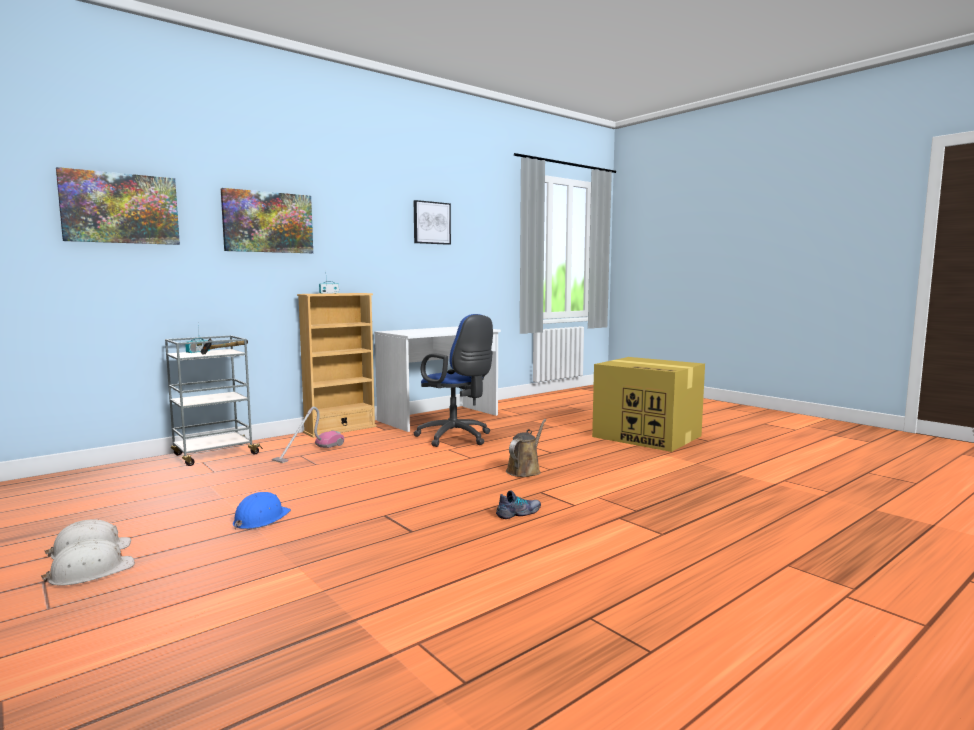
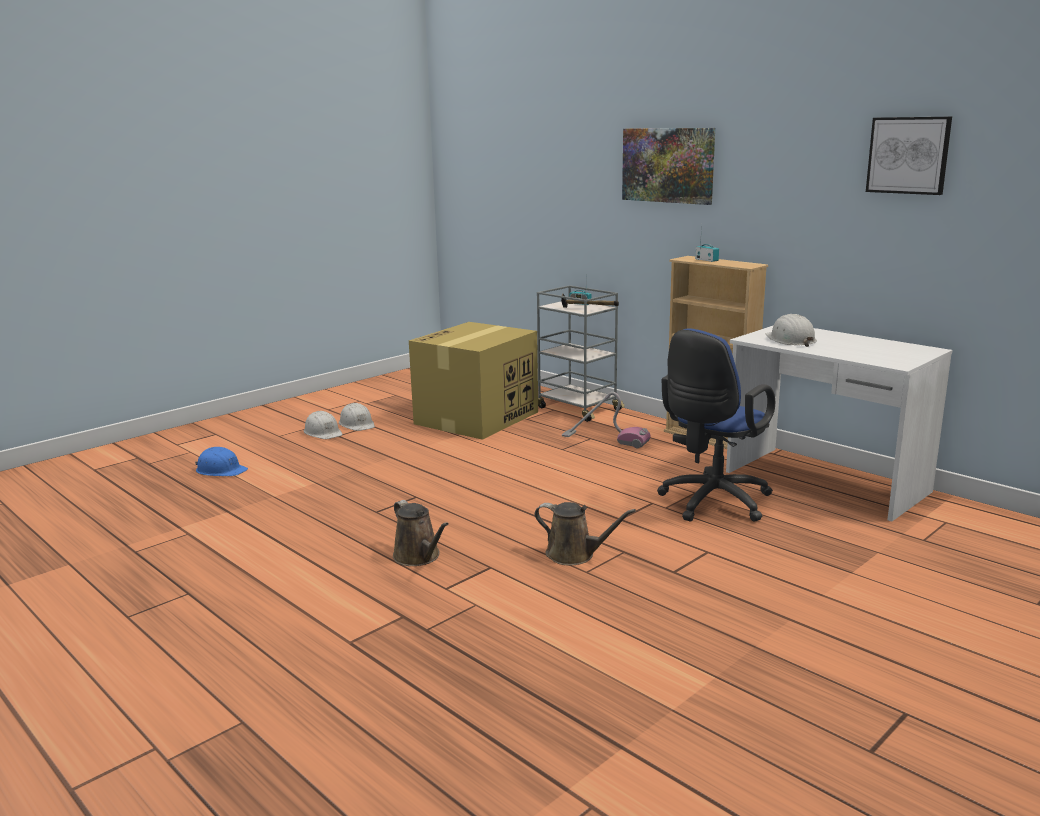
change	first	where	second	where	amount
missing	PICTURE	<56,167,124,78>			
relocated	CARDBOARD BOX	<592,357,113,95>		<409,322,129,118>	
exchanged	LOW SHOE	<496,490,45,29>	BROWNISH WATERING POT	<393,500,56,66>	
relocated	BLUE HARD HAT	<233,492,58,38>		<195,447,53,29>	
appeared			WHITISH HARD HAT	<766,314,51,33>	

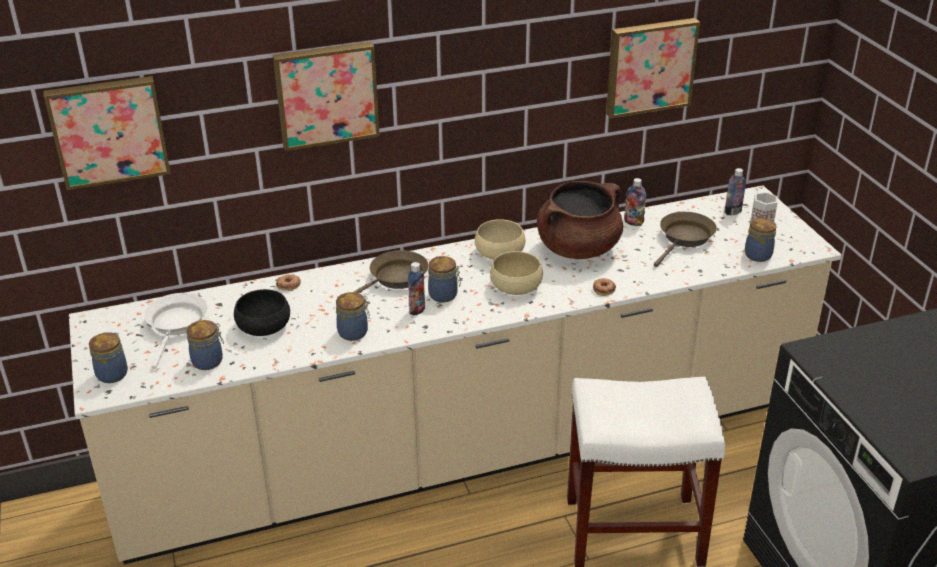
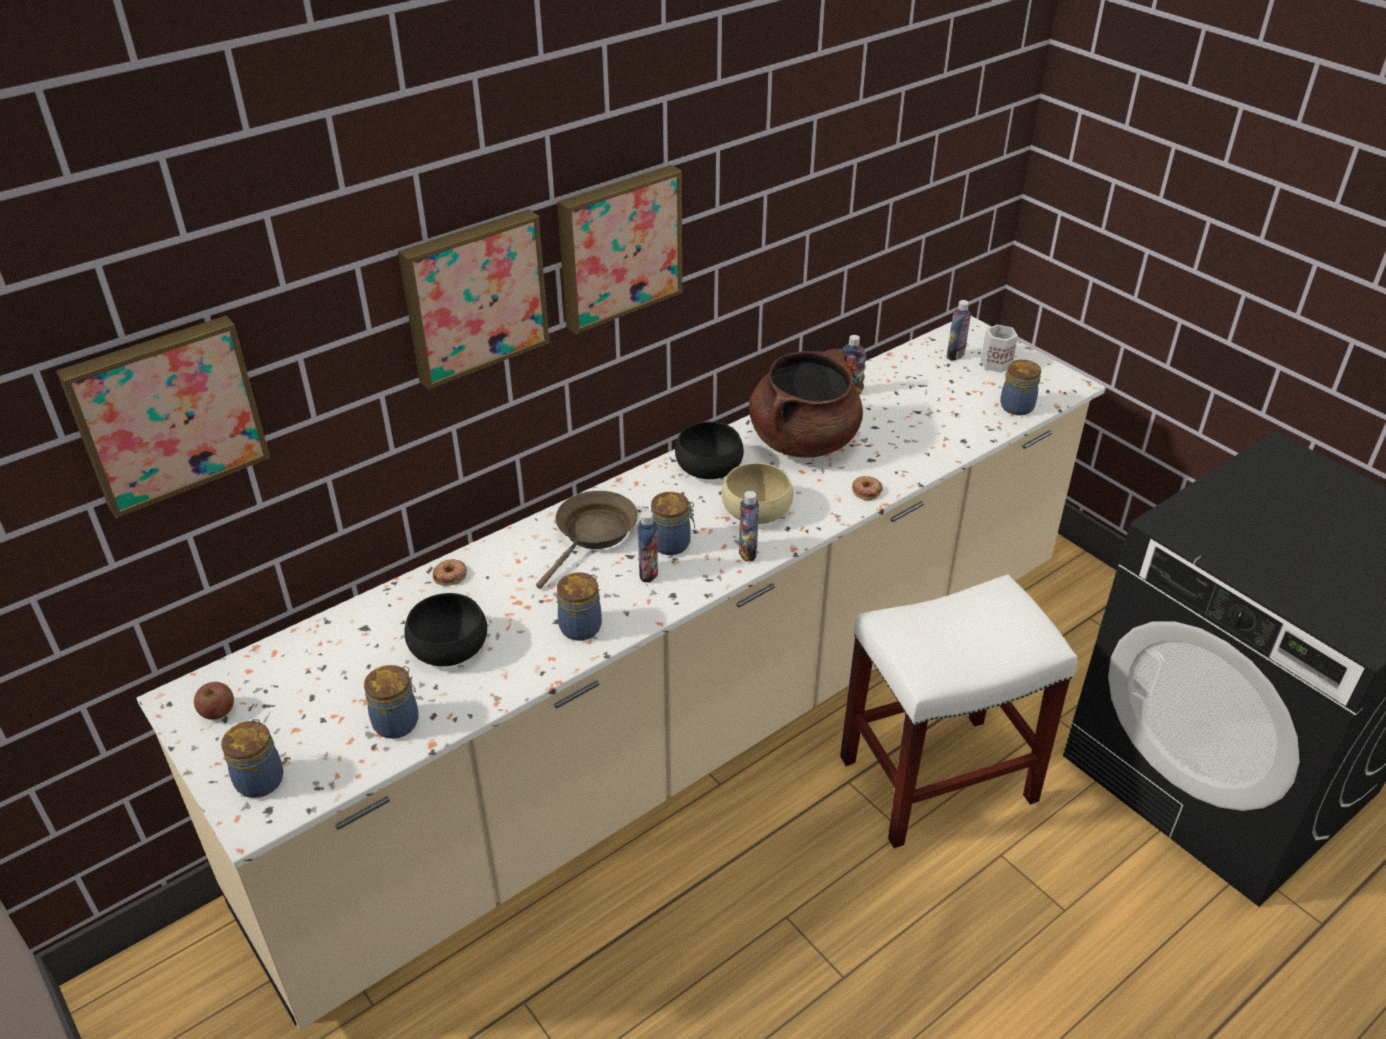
change	first	where	second	where	amount
relocated	PICTURE	<606,18,94,100>		<557,165,125,169>	
missing	BROWNISH FRYING PAN	<654,212,63,55>			
colour	BEIGE BOWL	<475,219,50,41>	BLACK-COLOURED BOWL	<675,422,69,57>	
missing	WHITISH FRYING PAN	<144,293,64,76>			
appeared			DRINK BOTTLE	<739,491,20,71>	
appeared			APPLE	<194,682,40,38>	

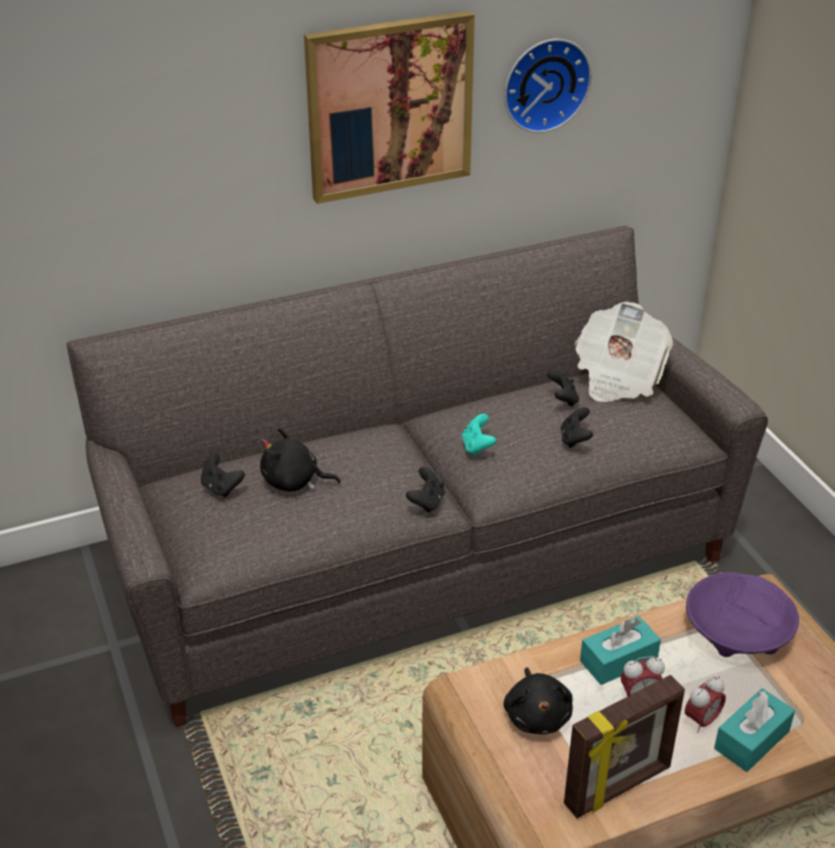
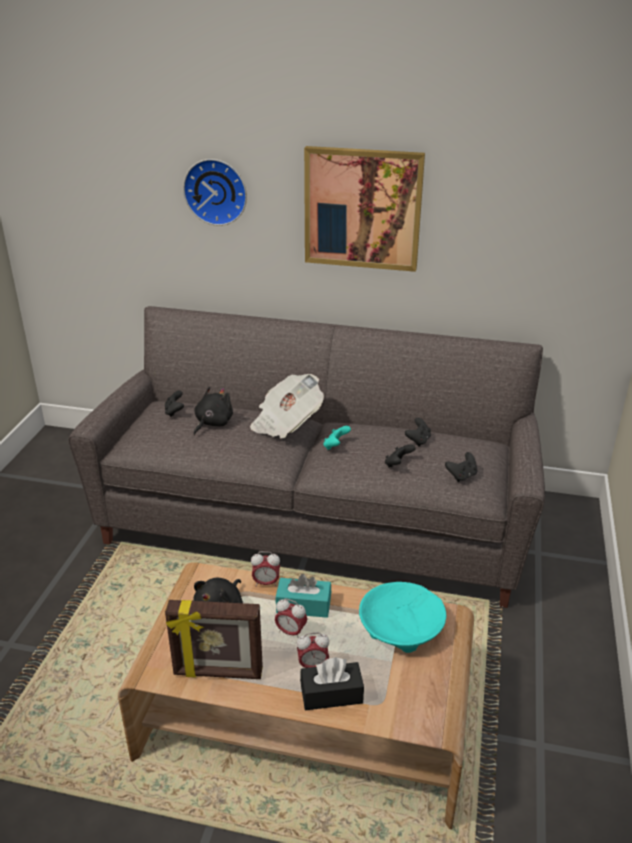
change	first	where	second	where	amount
relocated	HANGING CLOCK	<504,39,88,94>		<183,159,64,67>	
relocated	PRINTED PAPER	<575,302,98,100>		<250,374,74,64>	
spun	BLACK-COLOURED SOFT TOY	<260,428,80,64>		<193,386,40,49>	75 degrees clockwise
relocated	BLACK-COLOURED JOYPAD	<406,467,39,46>		<445,452,33,30>	
colour	PURPLE BOWL	<686,572,113,85>	TURQUOISE-COLOURED BOWL	<359,582,87,71>	
colour	TURQUOISE-COLOURED BOX OF TISSUES	<714,689,81,83>	BLACK-COLOURED BOX OF TISSUES	<300,657,64,53>	
appeared			ALARM CLOCK	<251,552,29,35>	

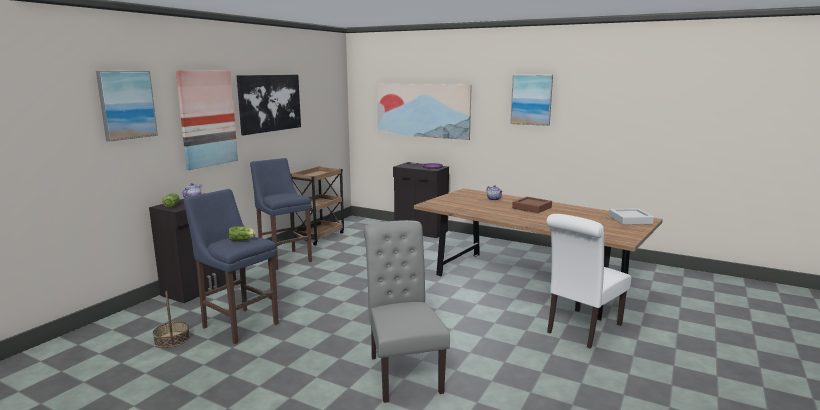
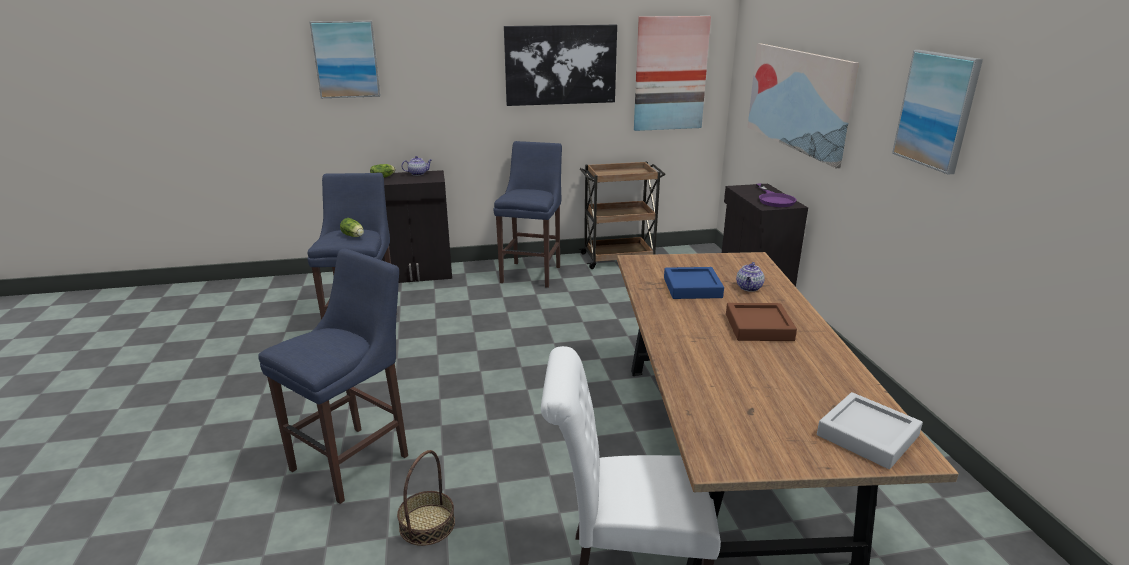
change	first	where	second	where	amount
relocated	PICTURE	<176,70,62,100>		<634,16,77,115>	
exchanged	GREYISH UPRIGHT CHAIR	<363,220,87,183>	BLUE STOOL SEAT	<258,249,150,255>	
relocated	STORAGE BASKET	<153,291,37,57>		<397,450,58,96>	
appeared			BLUE SERVING TRAY	<664,267,60,32>	

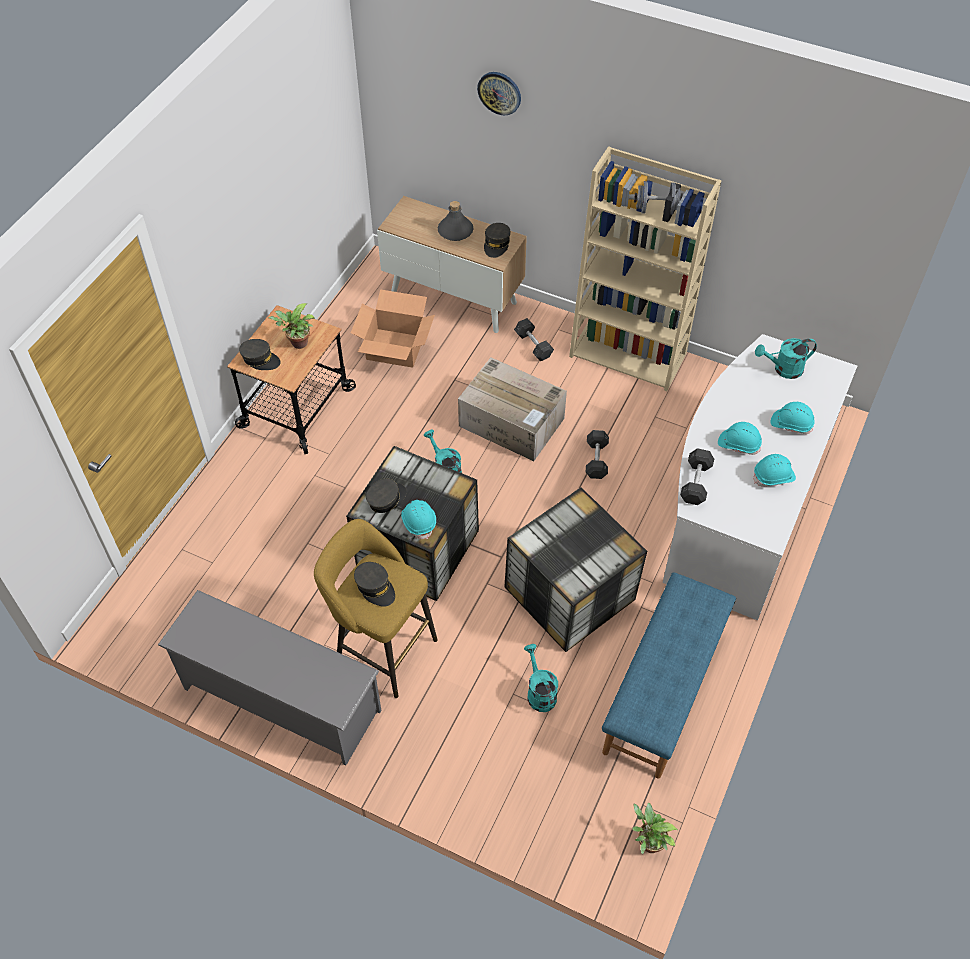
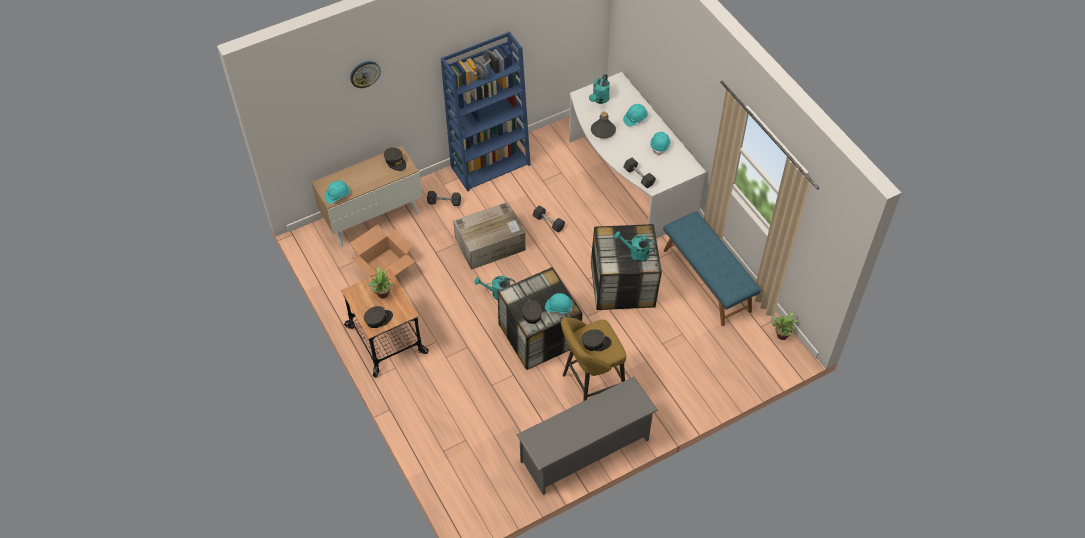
change	first	where	second	where	amount
colour	BEIGE BOOKSHELF	<569,146,153,245>	BLUE BOOKSHELF	<441,31,90,160>	
relocated	GREYISH DRINK BOTTLE	<438,201,36,40>		<591,112,25,27>	
relocated	TURQUOISE-COLOURED HARD HAT	<718,422,44,33>		<324,181,26,23>	
relocated	TURQUOISE-COLOURED WATERING POT	<524,644,34,68>		<614,231,42,31>	

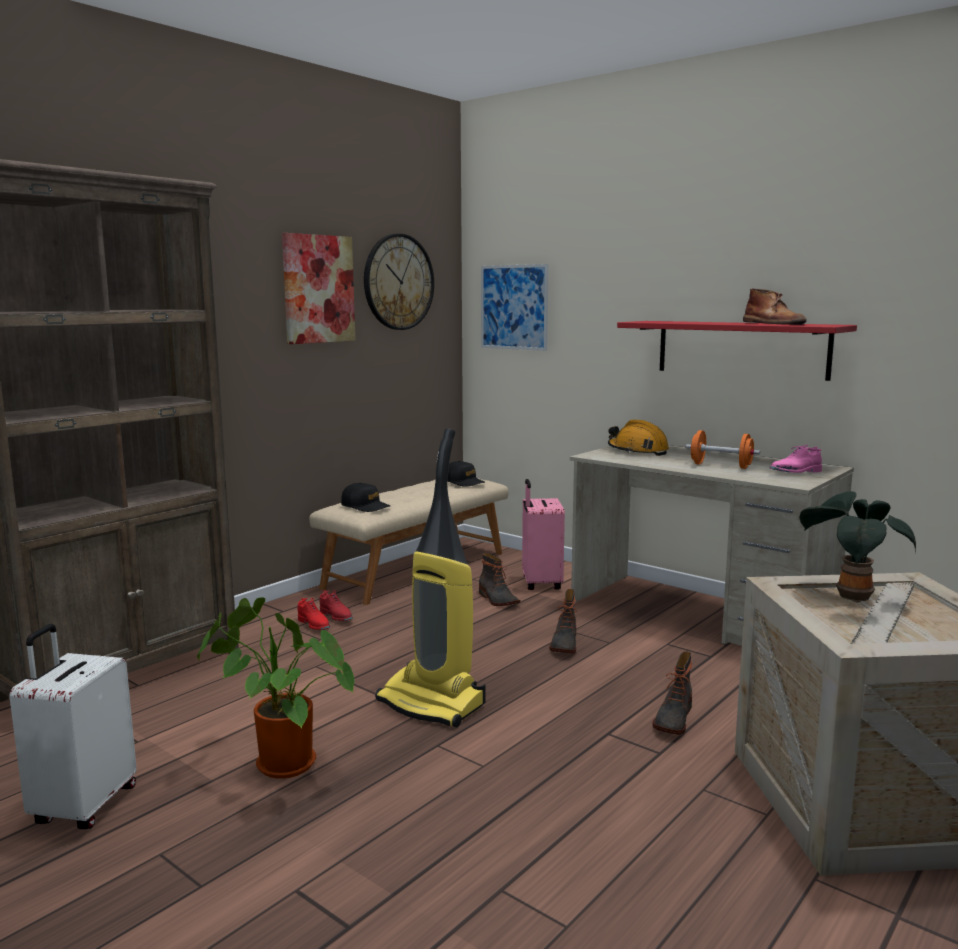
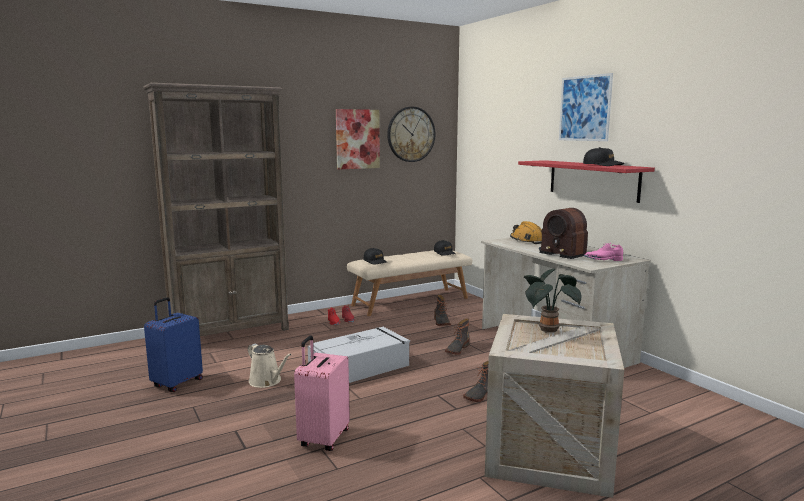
change	first	where	second	where	amount
relocated	PICTURE	<481,264,67,87>		<559,73,54,68>	
exchanged	BROWNISH HIGH-TOP BOOT	<743,288,64,37>	BLACK-COLOURED PEAKED CAP	<583,147,41,19>	
exchanged	VACUUM CLEANER	<375,428,111,300>	GREYISH STORAGE CONTAINER	<308,327,102,56>	
exchanged	ORANGE DUMBBELL	<685,430,75,39>	RADIO RECEIVER	<539,208,49,51>	
relocated	PINKISH SUITCASE	<522,479,43,111>		<294,336,56,115>	
exchanged	HOUSEPLANT	<197,597,157,182>	BEIGE WATERING POT	<248,344,44,44>	
colour	WHITISH SUITCASE	<9,624,128,205>	BLUE SUITCASE	<144,297,59,95>	

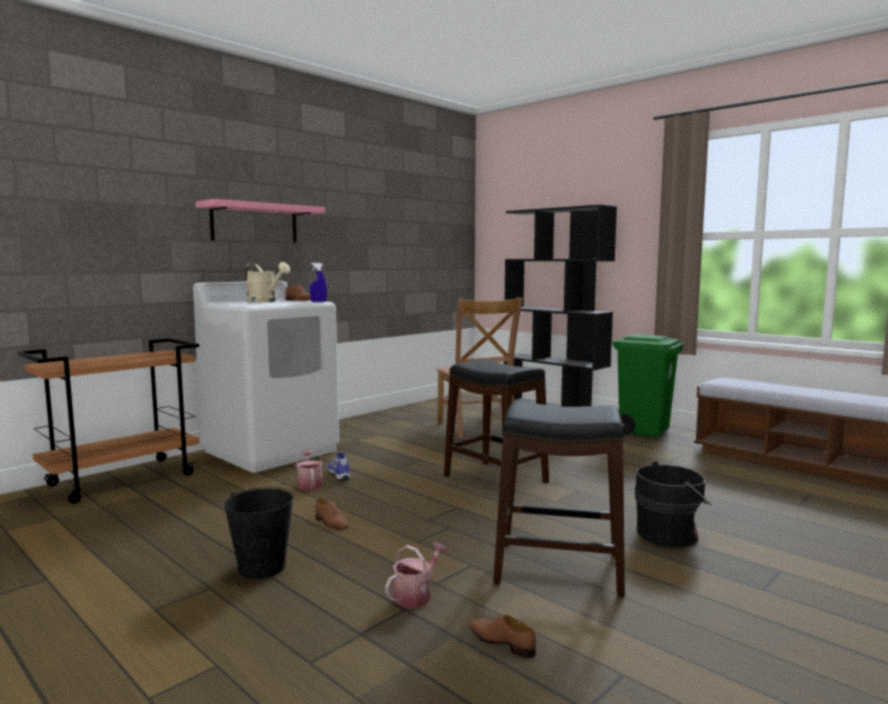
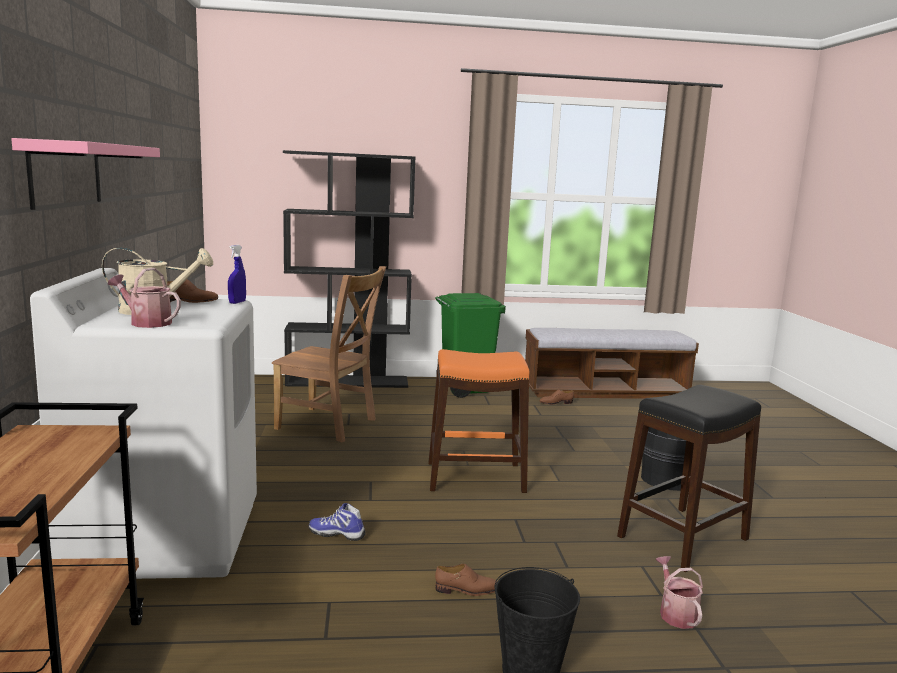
change	first	where	second	where	amount
colour	BLACK-COLOURED STOOL SEAT	<444,359,105,124>	ORANGE STOOL SEAT	<428,349,102,144>	
relocated	WATERING POT	<296,450,28,40>		<108,268,73,60>	
relocated	BROWNISH LOW SHOE	<470,615,66,43>		<539,389,35,16>	

